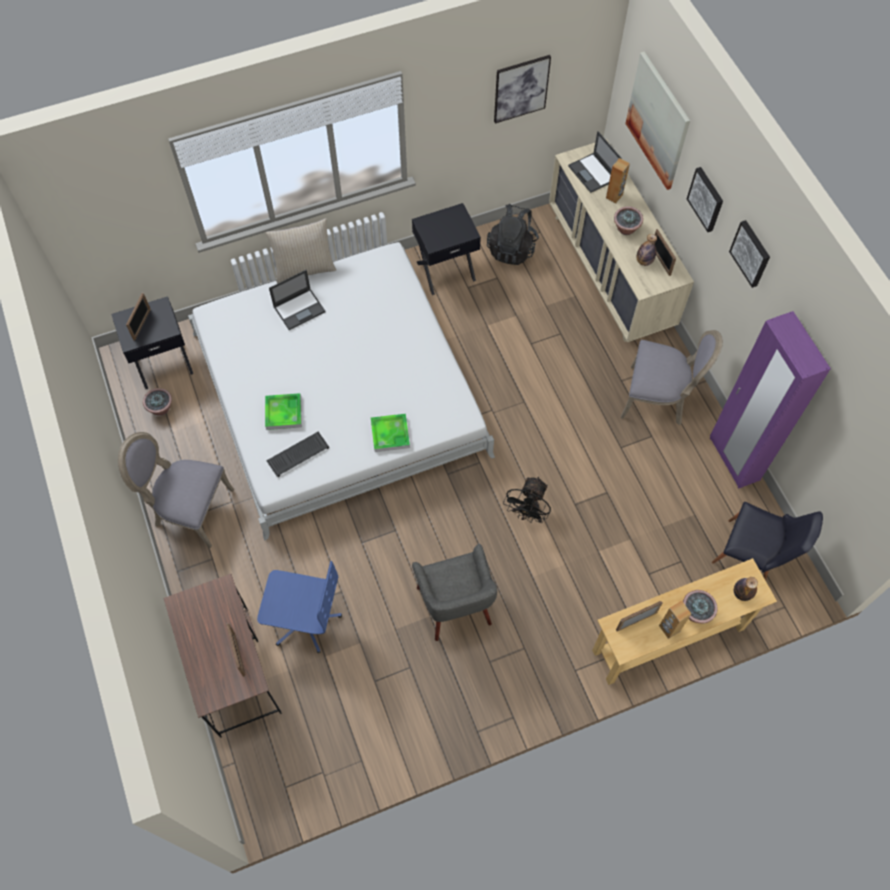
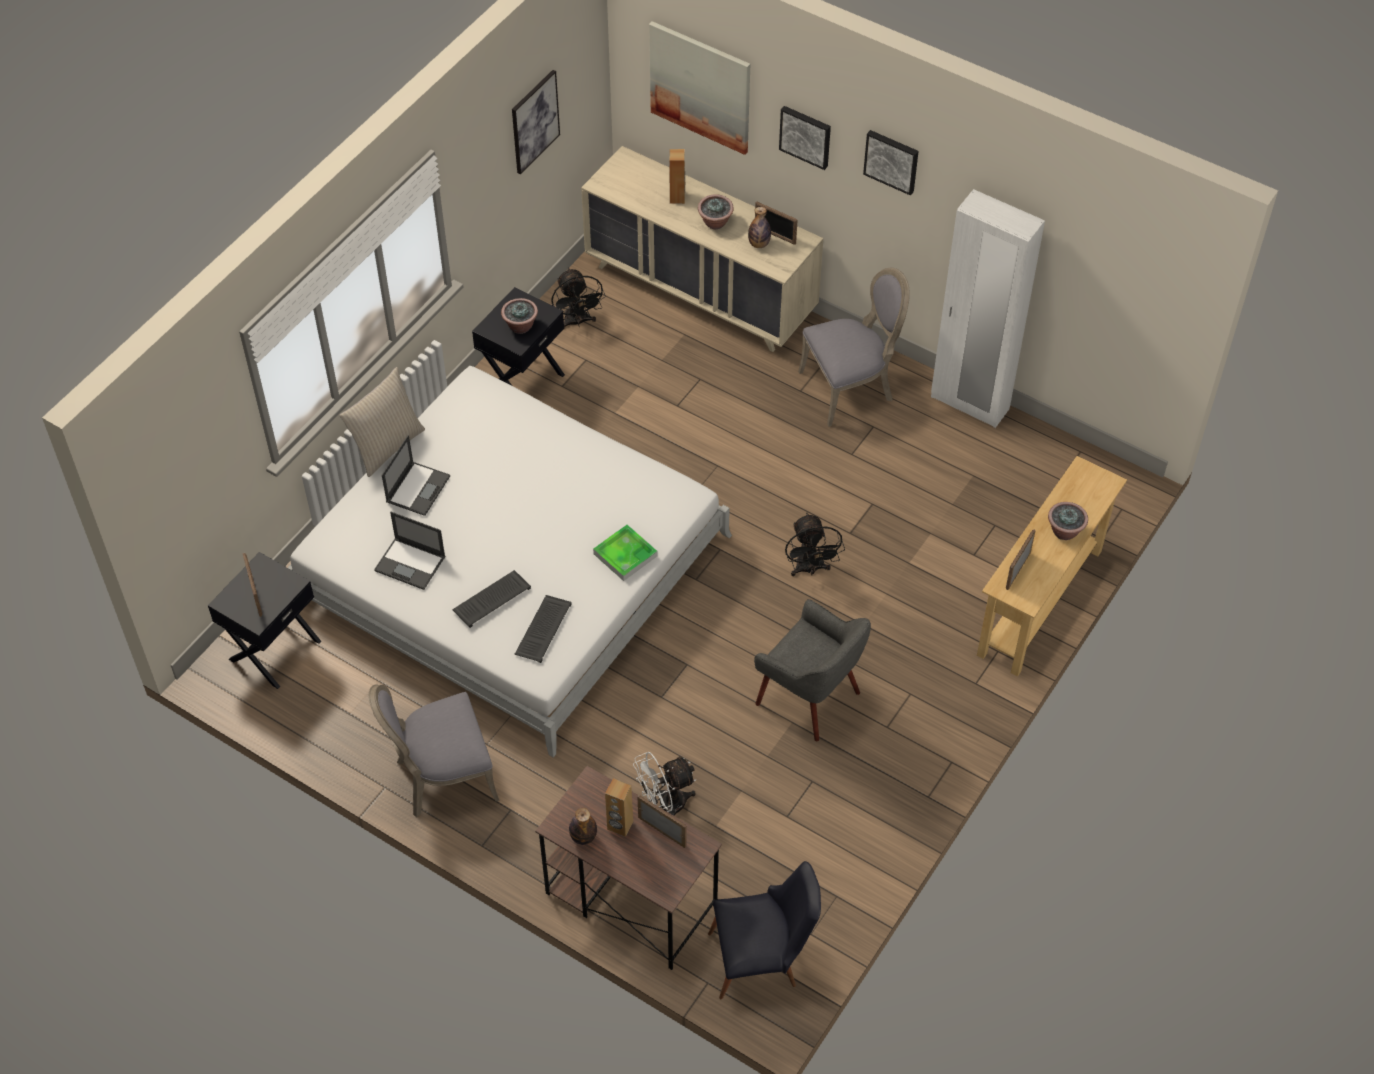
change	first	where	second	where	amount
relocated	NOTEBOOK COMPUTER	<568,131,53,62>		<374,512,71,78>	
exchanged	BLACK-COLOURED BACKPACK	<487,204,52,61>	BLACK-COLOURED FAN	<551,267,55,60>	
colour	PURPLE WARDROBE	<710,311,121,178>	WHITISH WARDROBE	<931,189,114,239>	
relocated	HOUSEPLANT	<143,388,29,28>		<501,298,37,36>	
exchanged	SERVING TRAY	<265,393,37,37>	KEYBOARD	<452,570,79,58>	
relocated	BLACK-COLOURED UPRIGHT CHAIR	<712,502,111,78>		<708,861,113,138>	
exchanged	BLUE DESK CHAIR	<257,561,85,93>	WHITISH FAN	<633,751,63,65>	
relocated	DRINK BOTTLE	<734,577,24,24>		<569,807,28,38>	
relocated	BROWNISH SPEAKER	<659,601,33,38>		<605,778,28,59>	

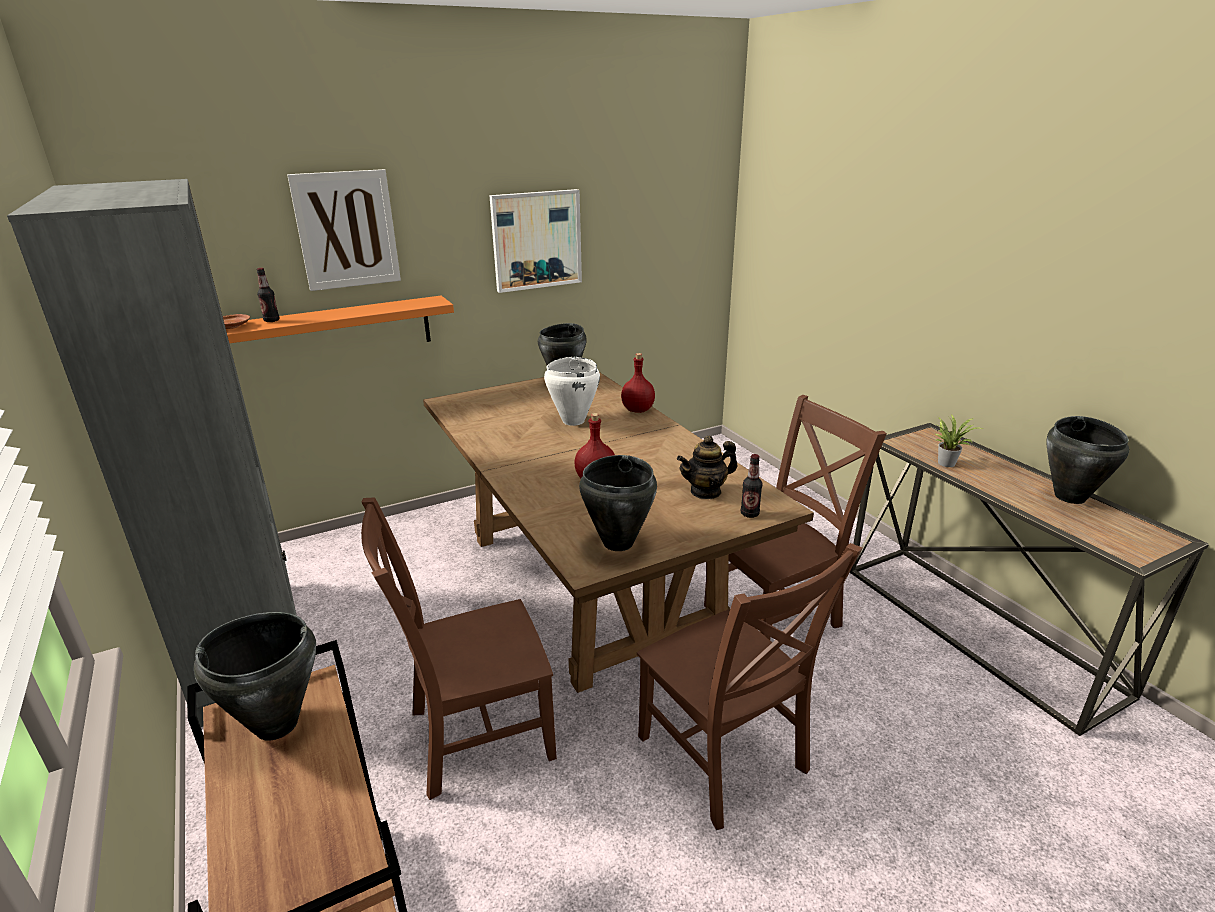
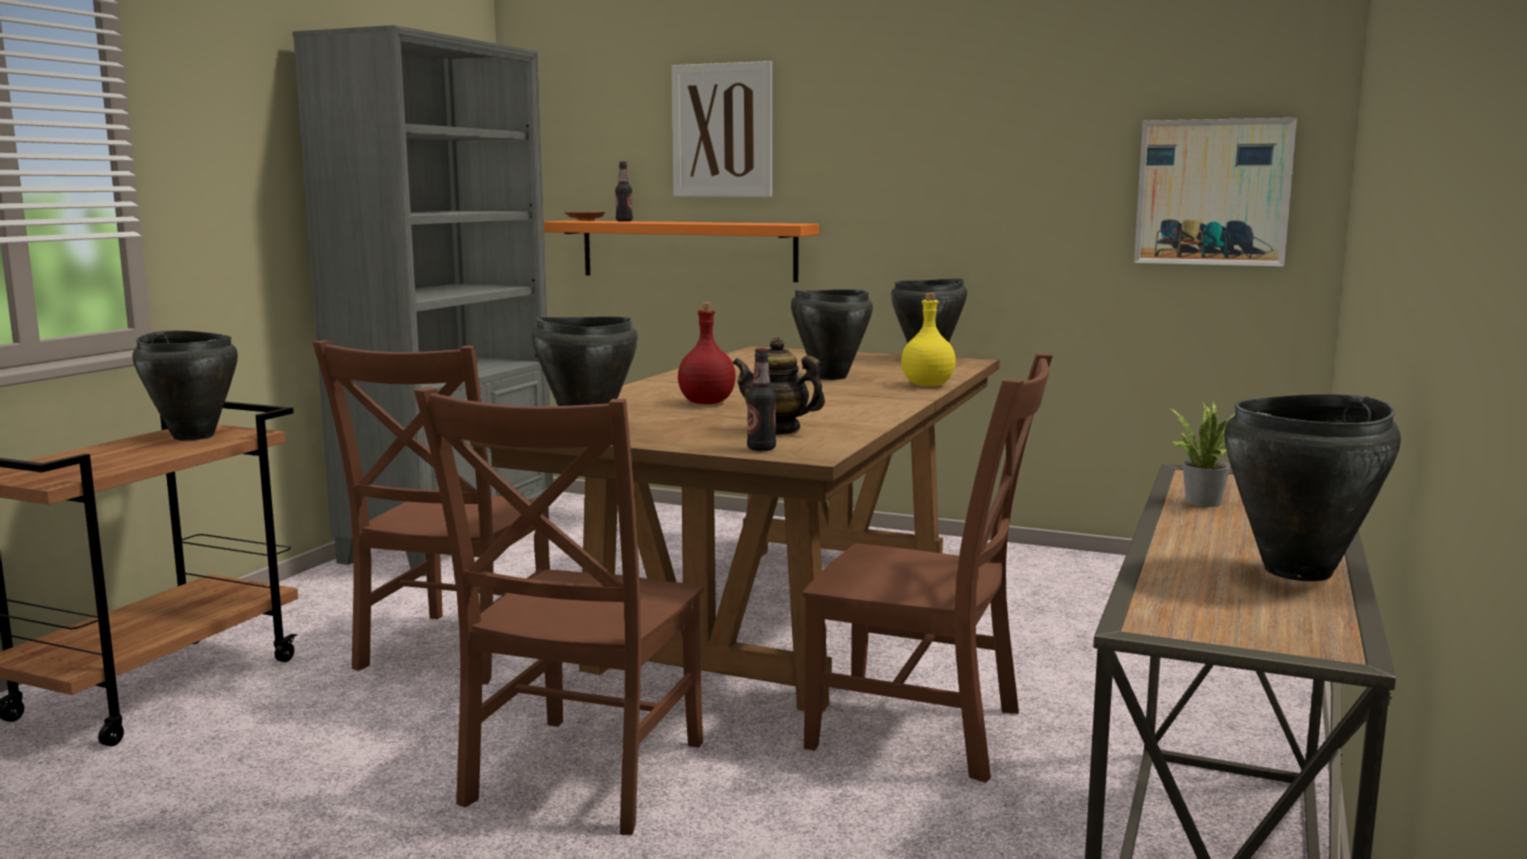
change	first	where	second	where	amount
relocated	PICTURE	<489,189,93,104>		<1134,118,163,149>	
colour	REDDISH DRINK BOTTLE	<621,353,34,60>	YELLOW-COLOURED DRINK BOTTLE	<901,293,55,93>	
colour	WHITISH COOKING POT	<544,357,56,69>	BLACK-COLOURED COOKING POT	<791,289,82,91>	
spun	BROWNISH UPRIGHT CHAIR	<361,497,196,303>		<313,340,237,344>	105 degrees counterclockwise

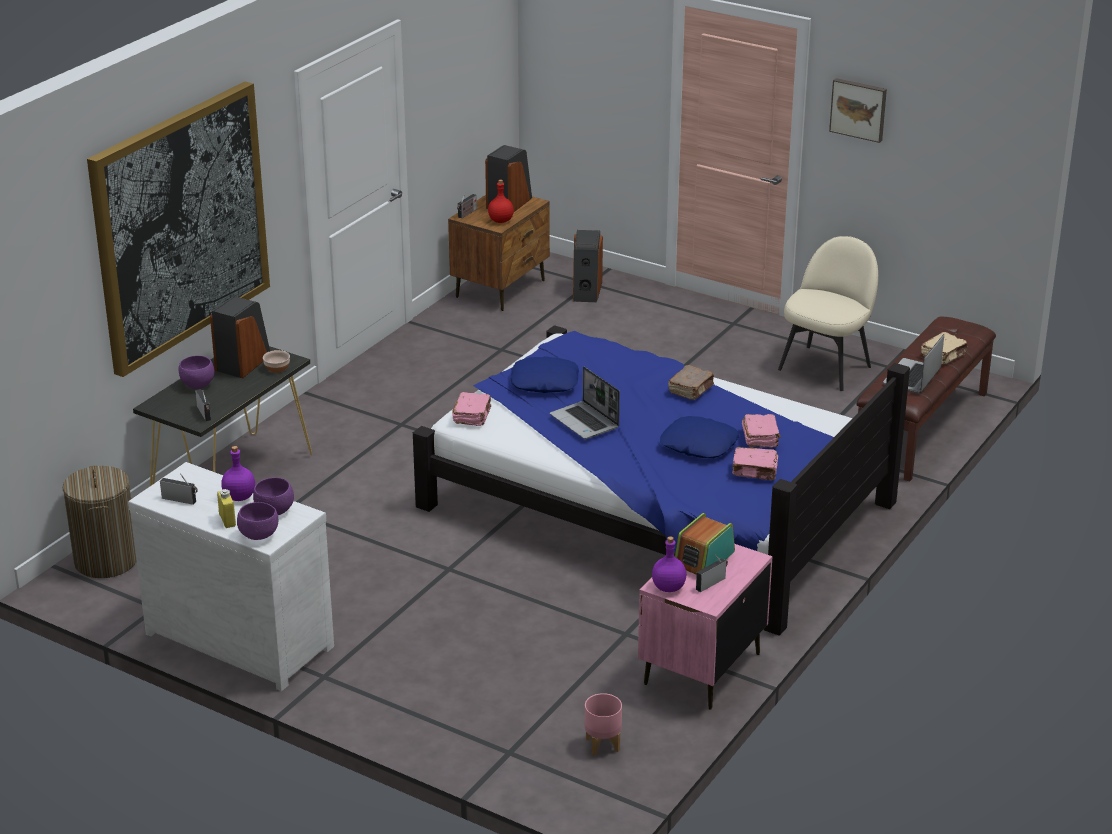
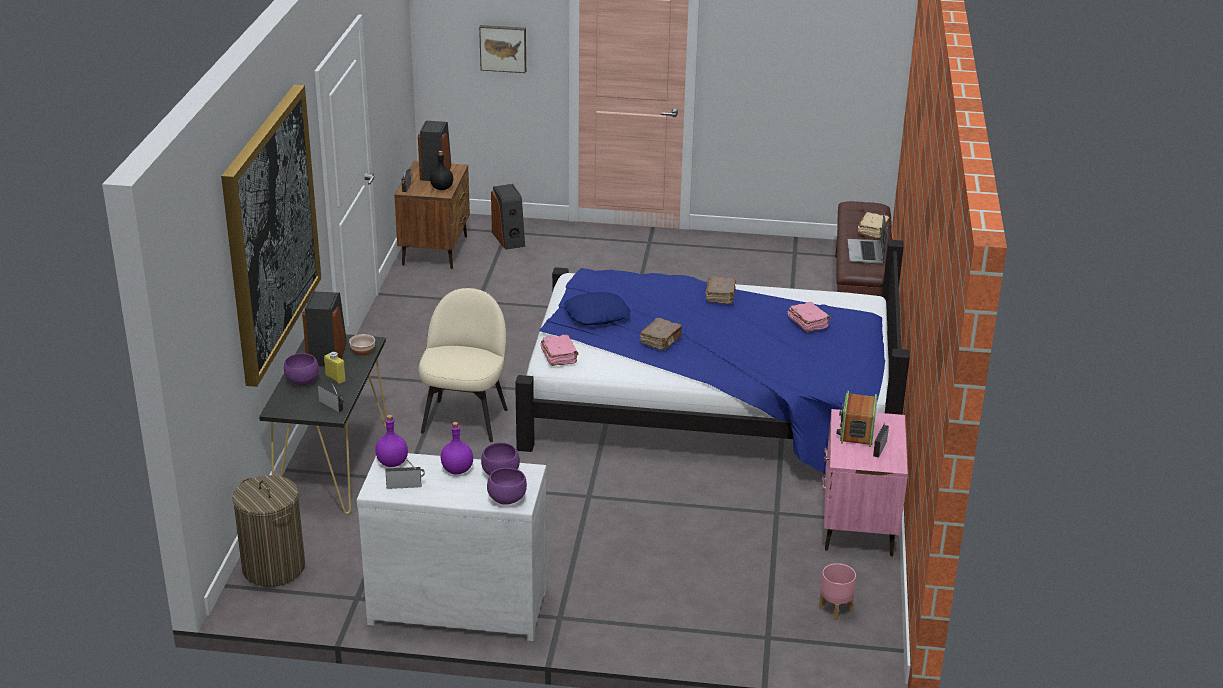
change	first	where	second	where	amount
relocated	PICTURE	<829,78,58,65>		<479,25,47,48>	
colour	REDDISH DRINK BOTTLE	<488,179,26,44>	BLACK-COLOURED DRINK BOTTLE	<430,151,23,39>	
relocated	BEIGE UPRIGHT CHAIR	<778,236,100,155>		<418,288,90,154>	
exchanged	NOTEBOOK COMPUTER	<550,367,70,72>	BROWNISH VOLUME	<640,318,42,32>	
missing	BLUE THROW PILLOW	<660,416,79,42>			
missing	PINKISH VOLUME	<732,447,46,34>			
relocated	YELLOW-COLOURED DRINK BOTTLE	<217,489,19,39>		<324,352,22,32>	
relocated	PURPLE DRINK BOTTLE	<652,536,34,56>		<375,415,33,52>	

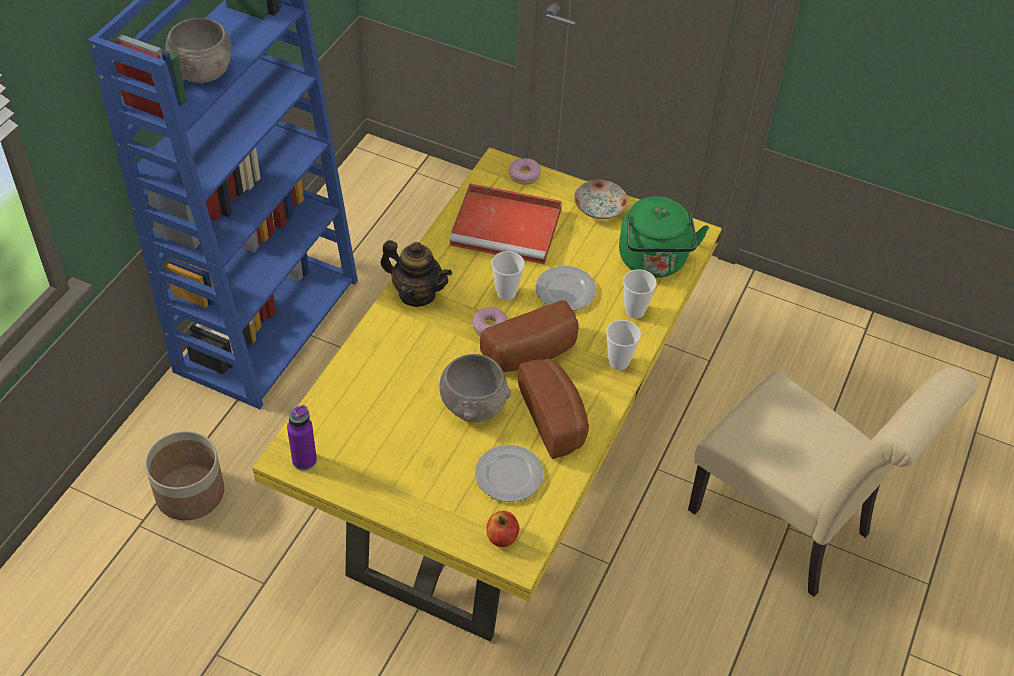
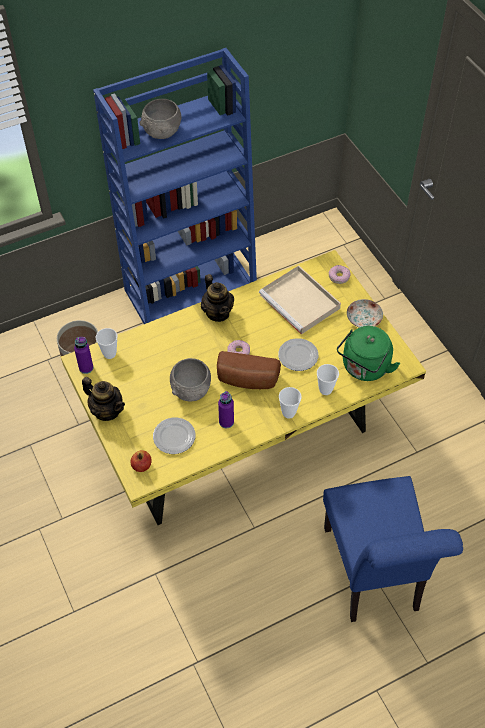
change	first	where	second	where	amount
colour	REDDISH SERVING TRAY	<449,183,113,81>	BEIGE SERVING TRAY	<259,266,82,68>	
relocated	SMALL CUP	<491,251,34,49>		<96,328,22,31>	
exchanged	BAKERY BREAD	<518,359,71,100>	PURPLE DRINK BOTTLE	<218,391,16,37>	
colour	BEIGE UPRIGHT CHAIR	<688,367,289,230>	BLUE UPRIGHT CHAIR	<323,476,140,146>	
appeared			POT FOR TEA	<82,377,43,44>	

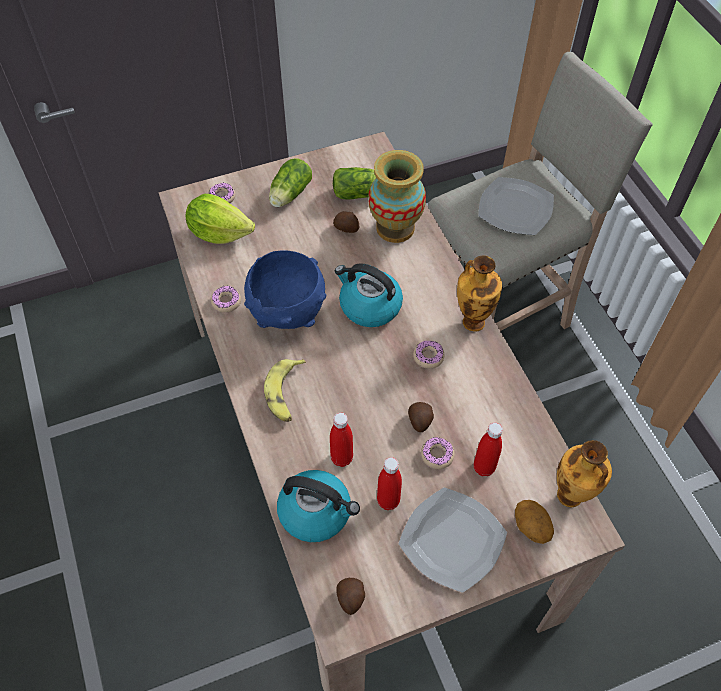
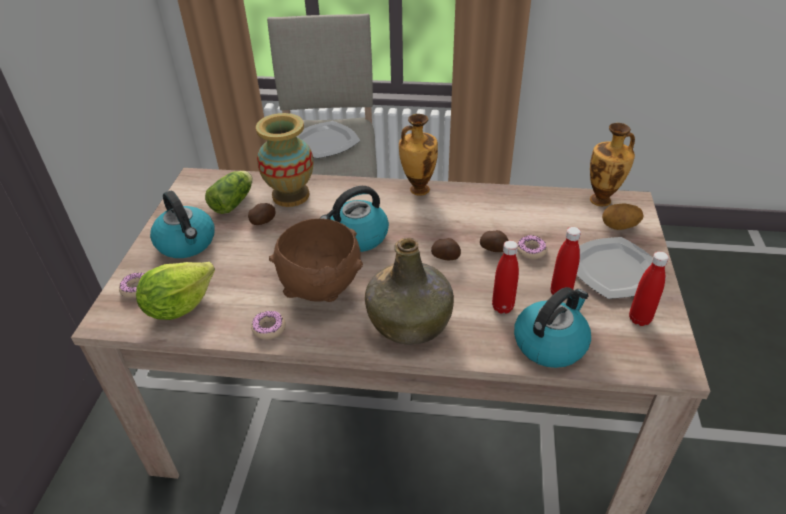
change	first	where	second	where	amount
exchanged	LETTUCE	<269,158,43,49>	WATER KETTLE	<150,191,64,67>	
colour	BLUE BOWL	<244,251,82,78>	BROWNISH BOWL	<269,218,94,84>	
missing	DONUT	<413,340,31,29>			
exchanged	BANANA	<264,359,42,63>	GREENISH DRINK BOTTLE	<365,238,89,107>	
relocated	REDDISH DRINK BOTTLE	<474,422,29,54>		<629,251,40,75>	
relocated	SPUD	<336,578,29,37>		<431,238,30,22>	

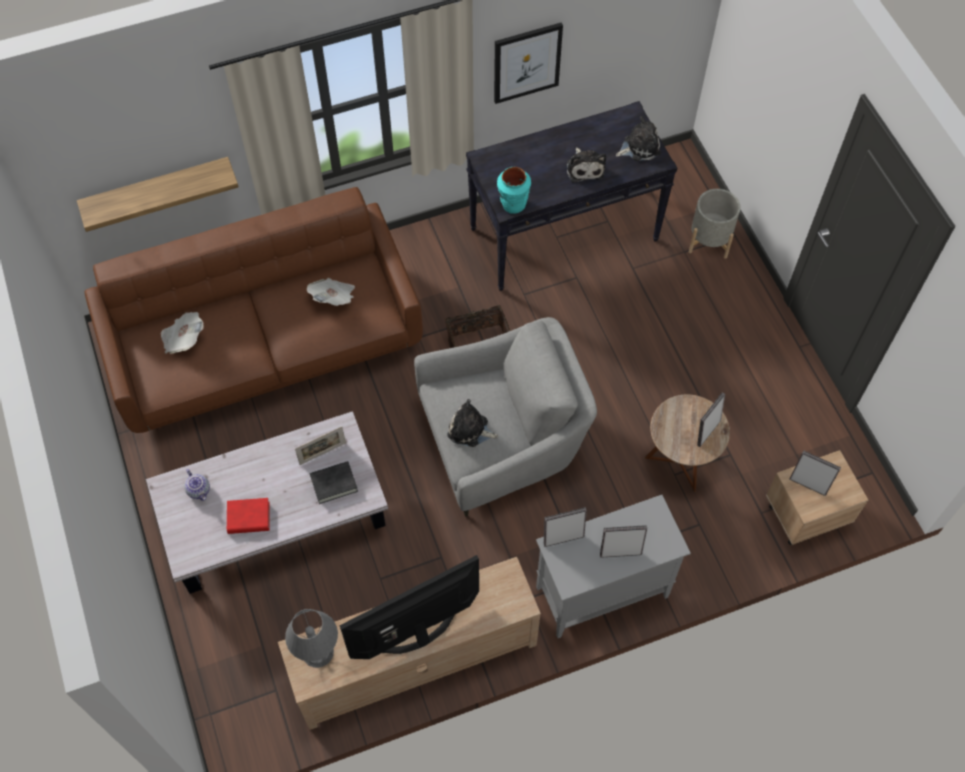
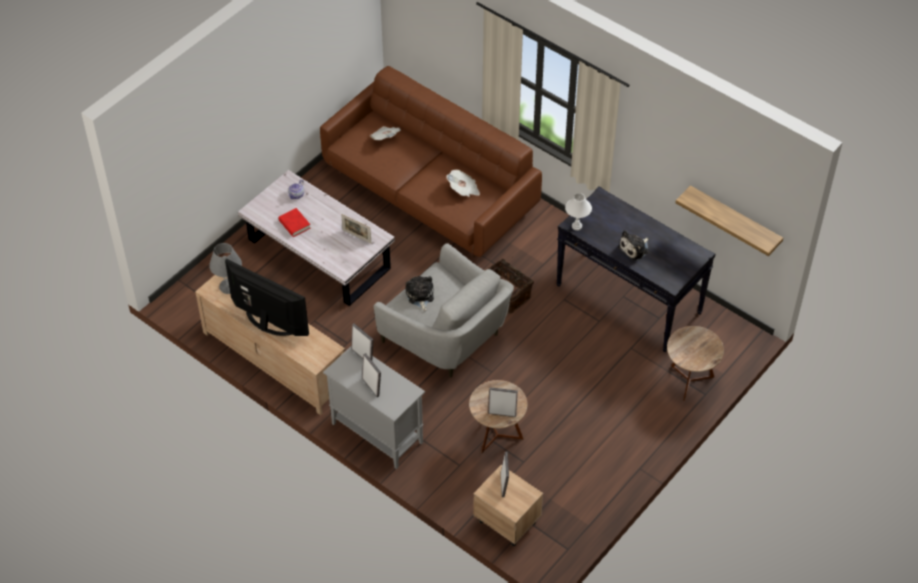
change	first	where	second	where	amount
missing	PICTURE	<494,23,69,81>			
missing	SOFT TOY	<616,116,45,45>			
relocated	BRACKET SHELF	<77,157,161,75>		<675,185,108,71>	
exchanged	TURQUOISE-COLOURED FLOWER VASE	<497,167,34,47>	WHITISH TABLE LAMP	<565,193,27,38>	
exchanged	GREYISH PLANTER	<689,189,51,70>	BROWNISH SIDE TABLE	<667,326,57,75>	
missing	BLACK-COLOURED VOLUME	<310,461,48,43>			

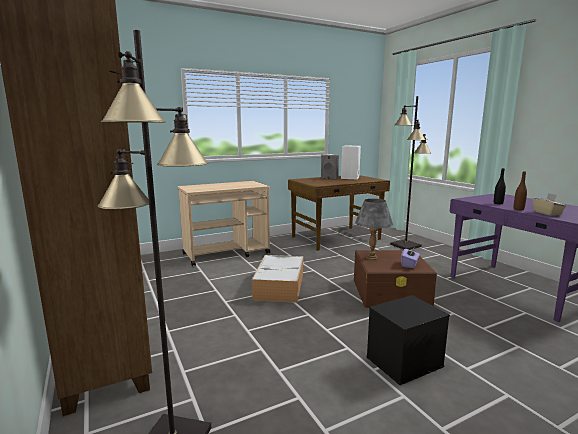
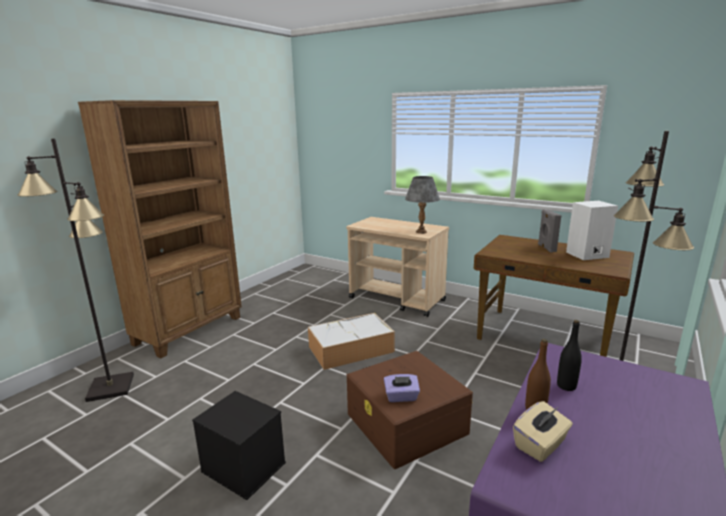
change	first	where	second	where	amount
relocated	GREYISH TABLE LAMP	<355,199,38,61>		<405,176,35,58>	

